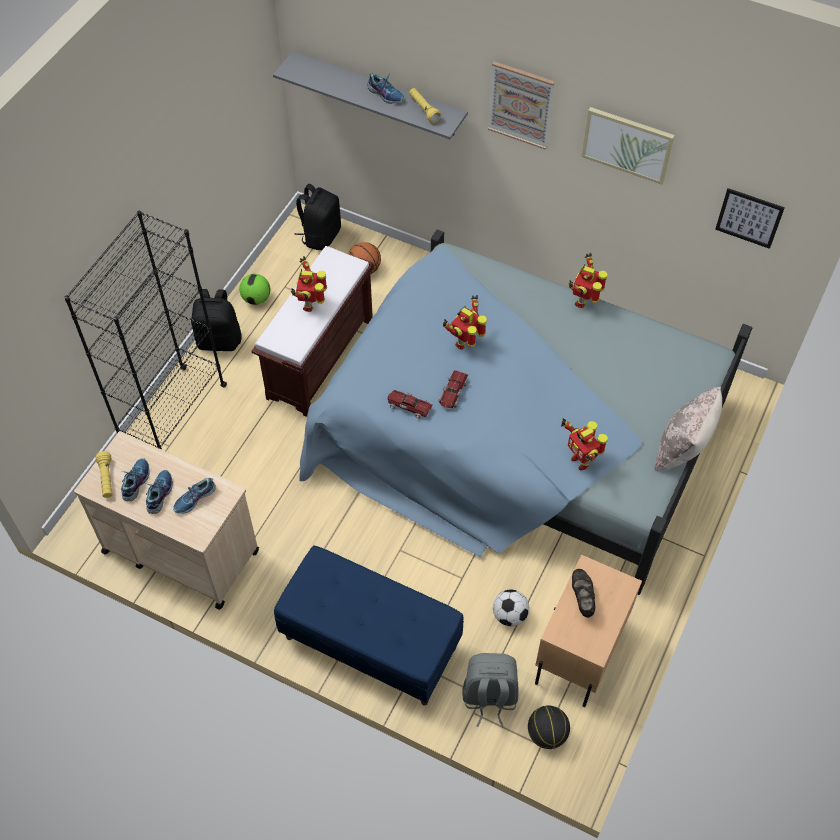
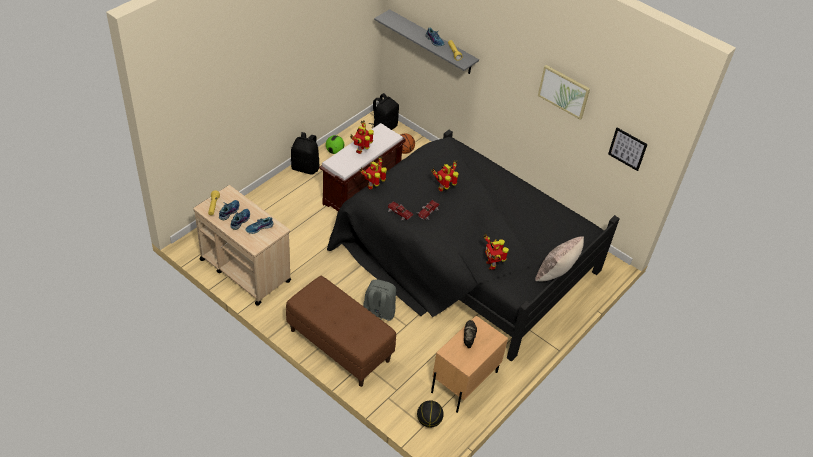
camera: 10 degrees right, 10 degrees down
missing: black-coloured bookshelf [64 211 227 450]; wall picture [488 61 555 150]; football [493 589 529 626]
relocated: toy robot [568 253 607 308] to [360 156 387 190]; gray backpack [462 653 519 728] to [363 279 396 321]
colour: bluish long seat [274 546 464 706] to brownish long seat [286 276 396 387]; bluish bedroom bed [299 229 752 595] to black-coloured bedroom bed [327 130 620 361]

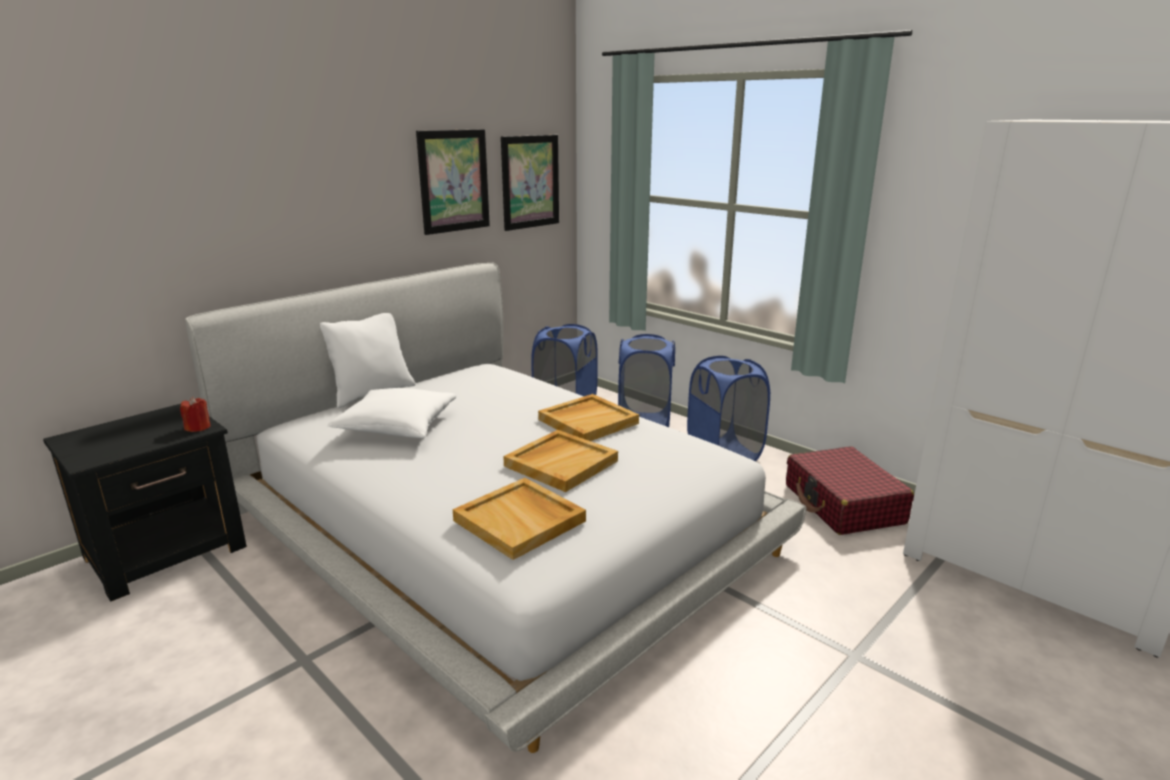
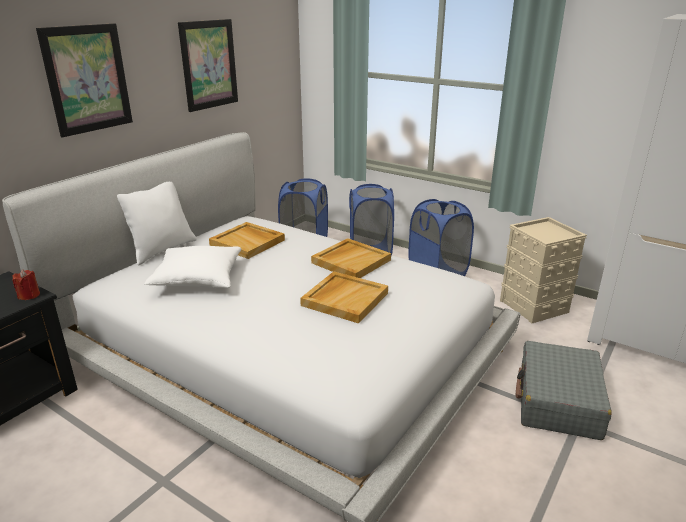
camera: 10 degrees left, 5 degrees up
appeared: gray suitcase [515 341 612 440]
relocated: wall picture [501 135 559 231] to [36 23 133 137]; sand-coloured carrying tray [453 478 586 560] to [209 222 285 259]
exchanged: red-coloured suitcase [786 446 914 535] to sand-coloured storage box [500 217 587 323]

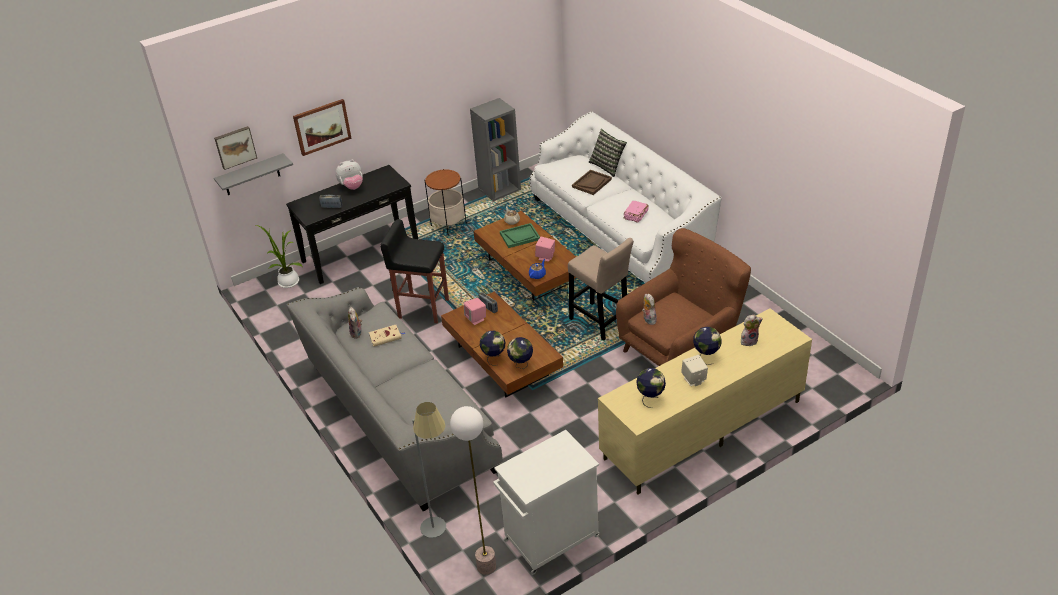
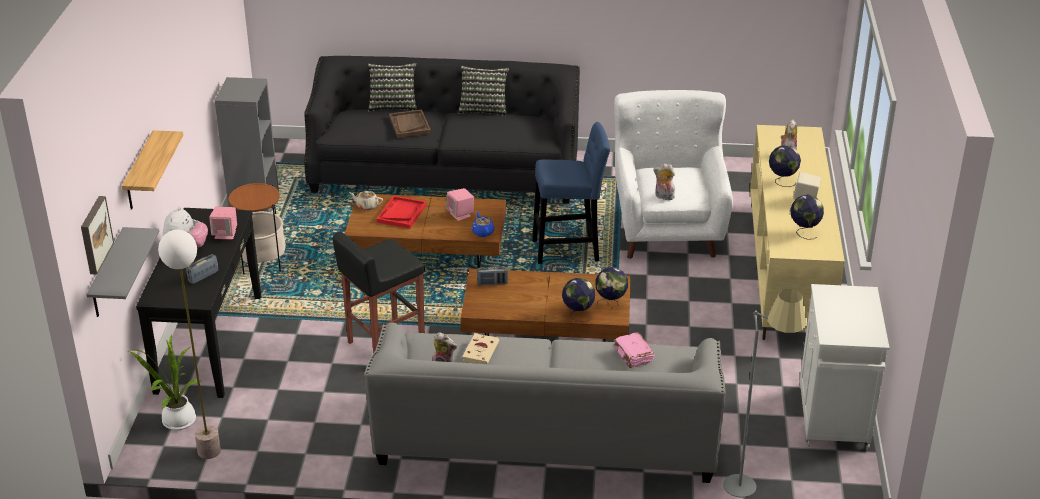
camera: 55 degrees left, 5 degrees down
appeared: cushion [458 66 509 116]
relocated: standing lamp [450 406 496 575] to [158 230 221 459]; pink-coloured speaker [464 298 486 325] to [209 207 237 240]; pink-coloured bound book [624 201 649 223] to [614 332 654 368]
exchanged: wall picture [293 99 352 156] to wall shelf [122 130 183 209]
colour: white couch [530 112 722 283] to black-coloured couch [304 56 580 204]; green carrying tray [500 223 540 248] to red-coloured carrying tray [377 196 427 229]; sand-coloured sitting stool [568 238 634 341] to bluish sitting stool [532 122 610 264]; brownish easy chair [616 228 751 366] to white easy chair [614 90 733 259]

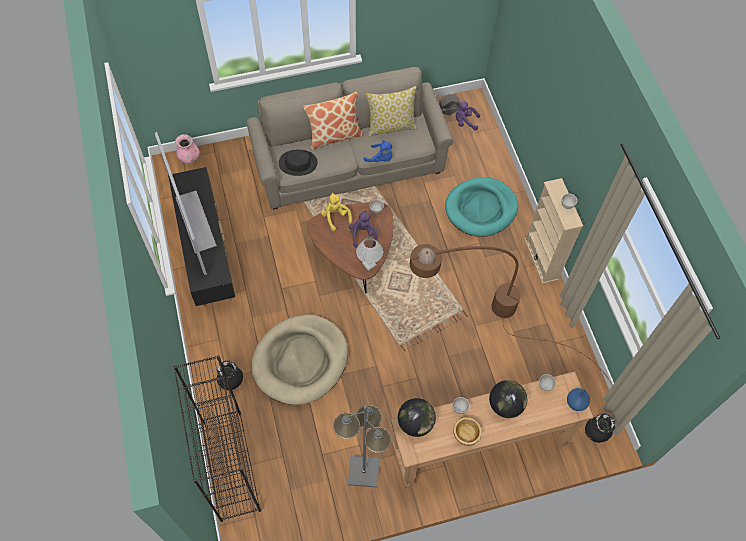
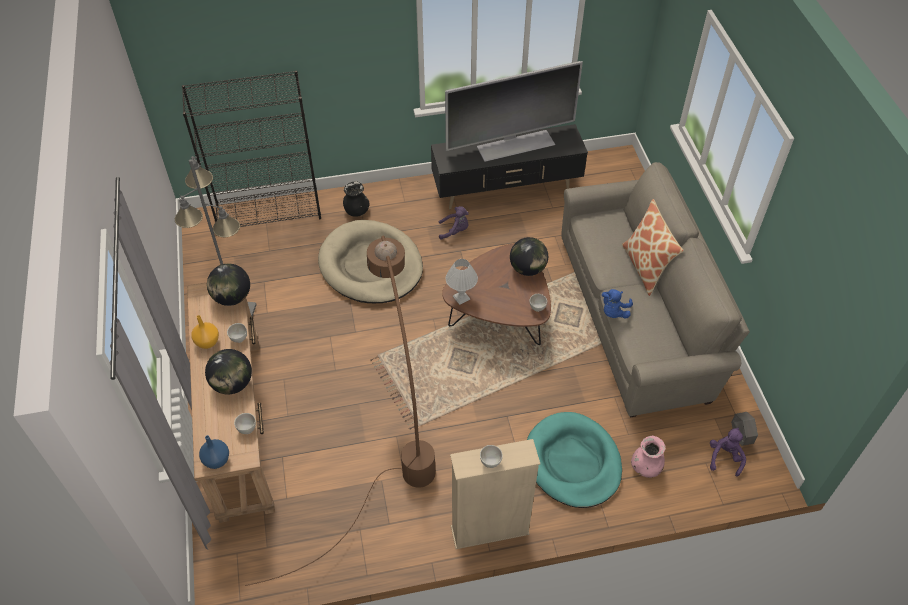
camera: 95 degrees right, 10 degrees down
missing: black-coloured wearable hat [279 150 317 176]; cushion [366 86 417 137]; black-coloured decorative vase [585 414 615 443]
relocated: purplish cuddly toy [349 210 378 247] to [439 206 469 240]; pink-coloured decorative vase [175 134 200 164] to [631 436 665 478]
exchanged: deep dish [453 417 482 446] to orangey decorative vase [191 315 219 349]; yellow cuddly toy [321 193 352 231] to globe [510 237 548 276]

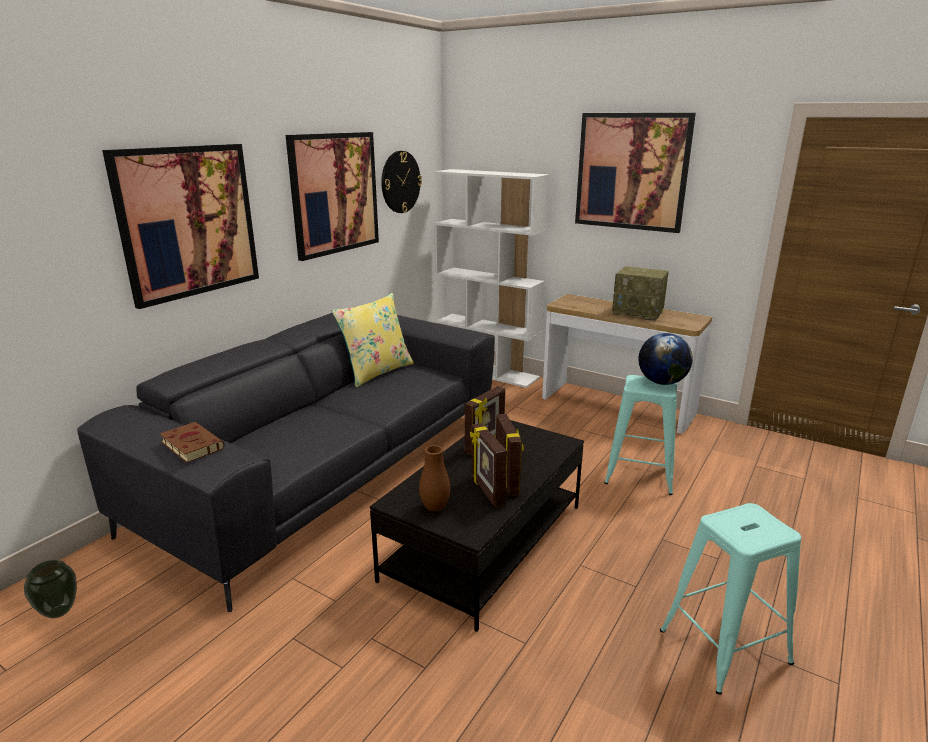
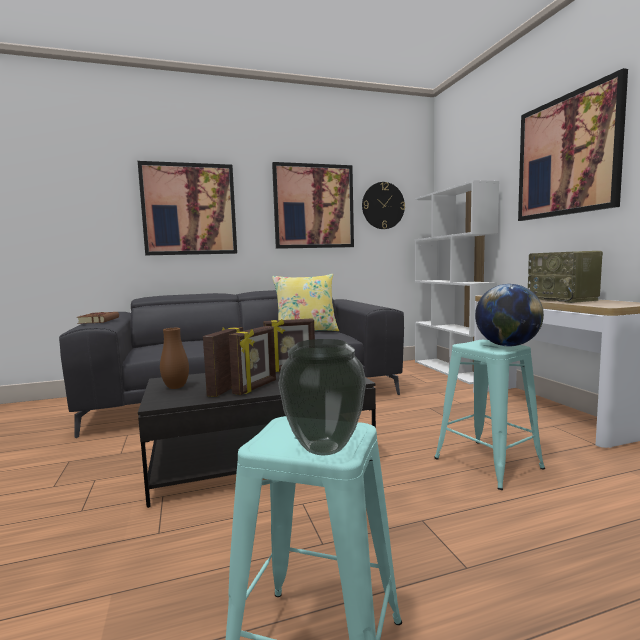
camera: 40 degrees right, 15 degrees down
relocated: decorative vase [24 560 77 618] to [279 339 366 455]

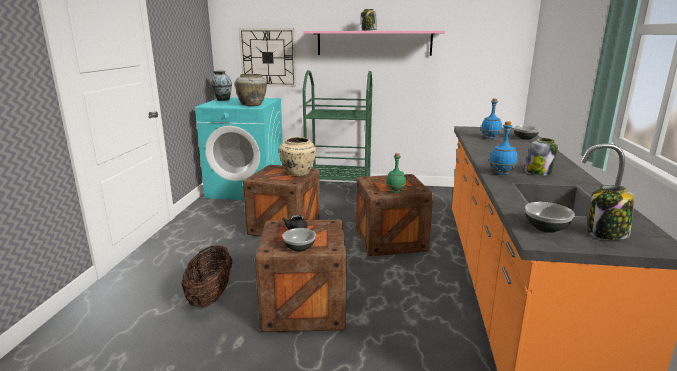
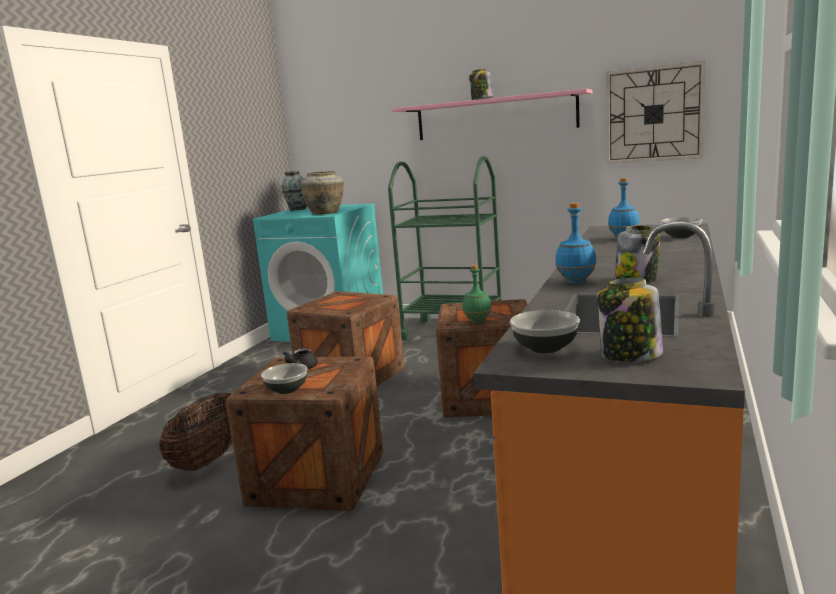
camera: 15 degrees right, 5 degrees down
missing: sand-coloured decorative vase [279 137 316 176]
relocated: wall clock [239 28 296 87] to [606 61 705 164]

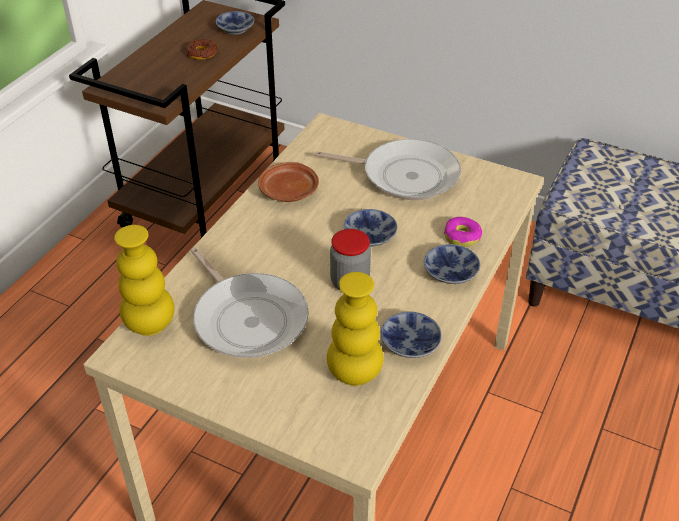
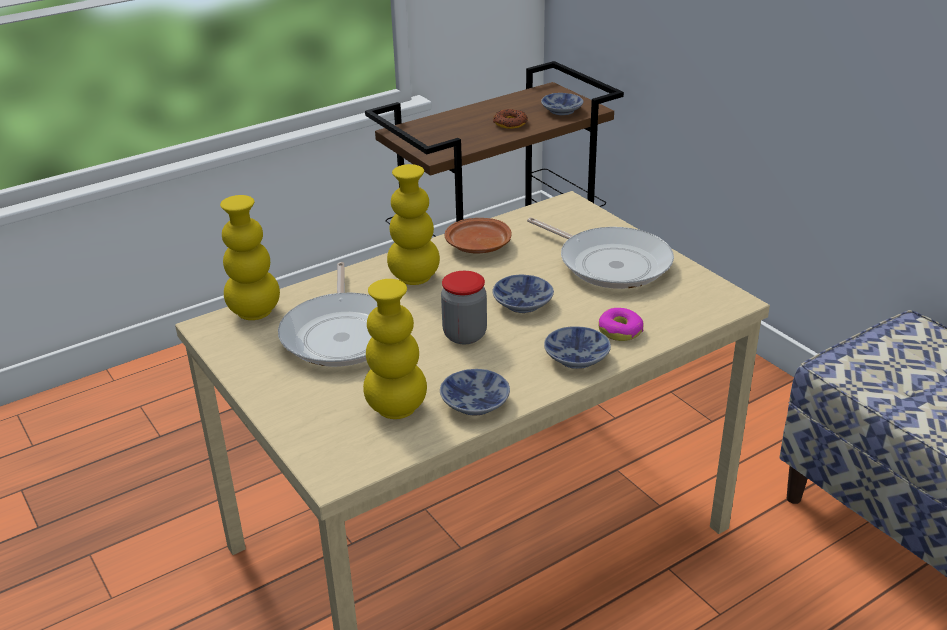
camera: 30 degrees right, 10 degrees down
appeared: yellow decorative vase [387 164 440 285]

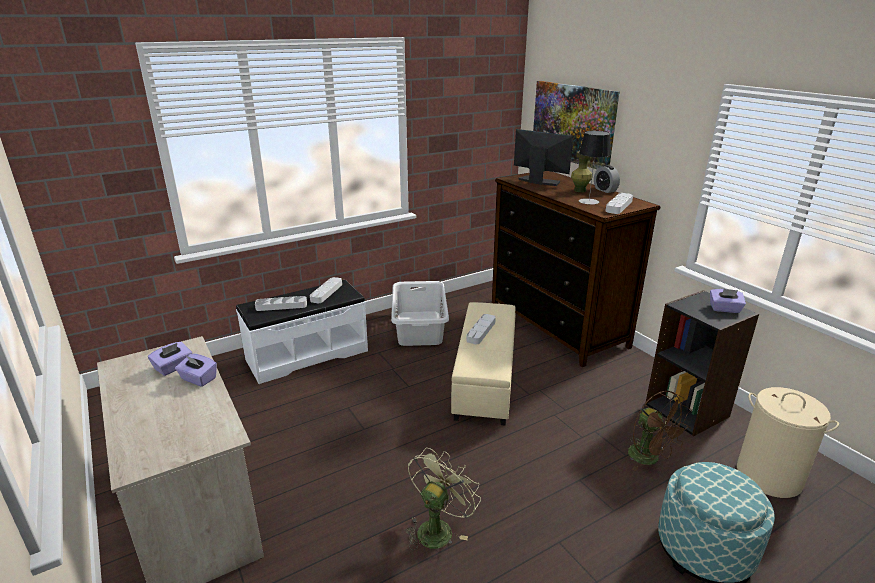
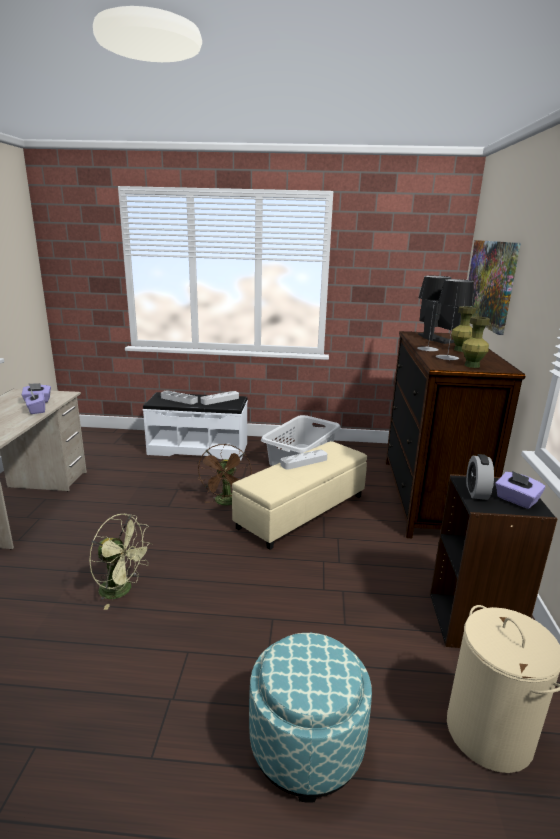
camera: 35 degrees right, 5 degrees down
appeared: table lamp [417 276 451 351]
relocated: brownish fan [628 391 692 471] to [198 444 252 505]; table clock [594 165 620 193] to [466 454 494 500]
exchanged: gray carrying tray [605 193 633 214] to green decorative vase [462 317 490 368]
spun: green fan [406 448 481 550] = [89 514 153 610] 45 degrees clockwise

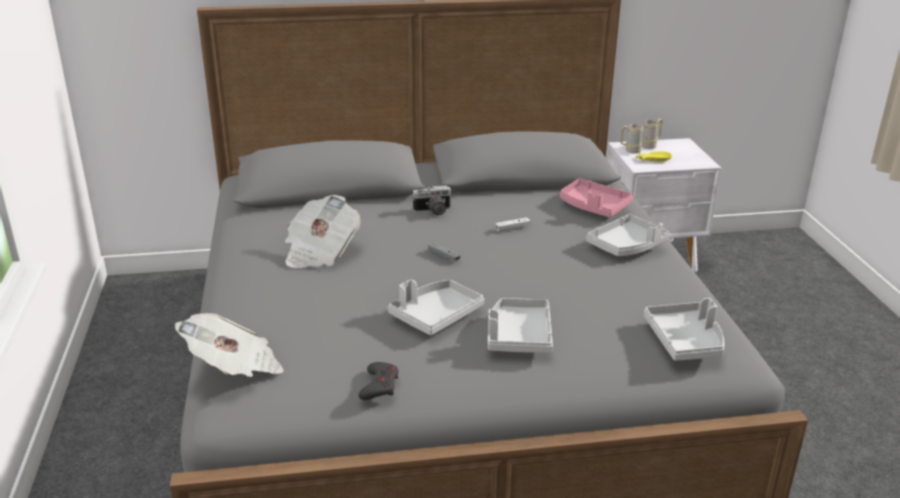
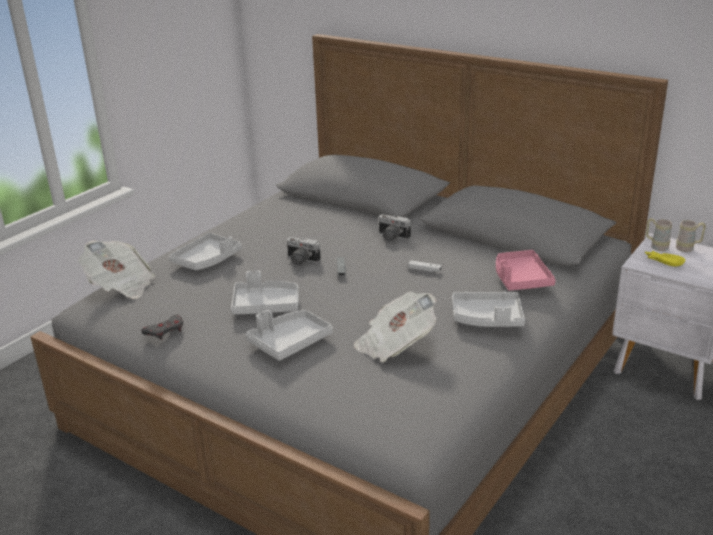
camera: 45 degrees right, 0 degrees up
appeared: still camera [286 237 321 265]
relocated: gray carrying tray [644 298 725 361] to [169 233 242 270]; daily paper [285 195 361 268] to [354 291 437 362]

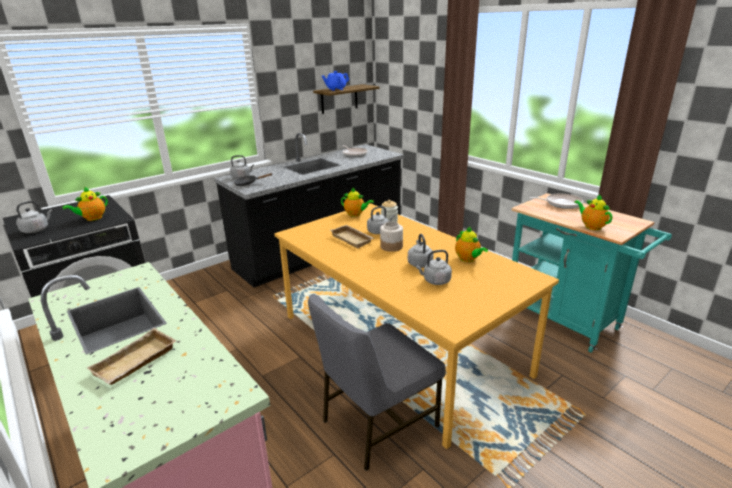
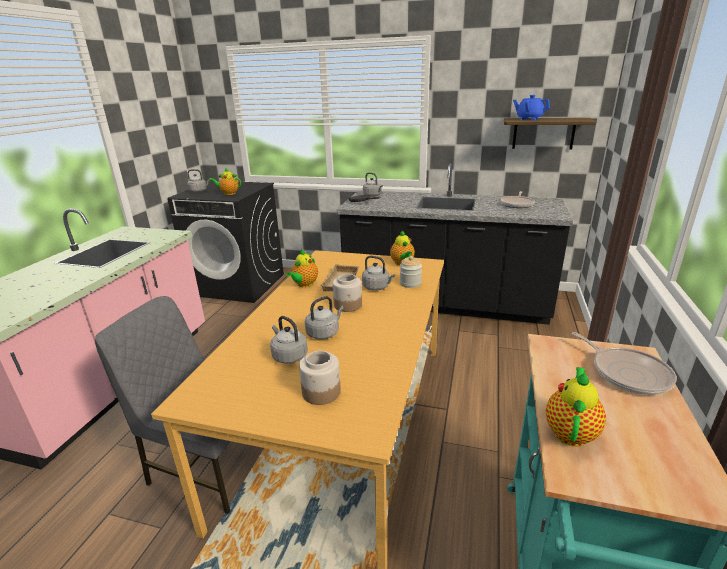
camera: 55 degrees right, 0 degrees up
missing: sand-coloured carrying tray [87 328 177 385]
appeared: storage jar [299 350 341 405]
relocated: pot for tea [455 227 488 262] to [286 249 318 287]

